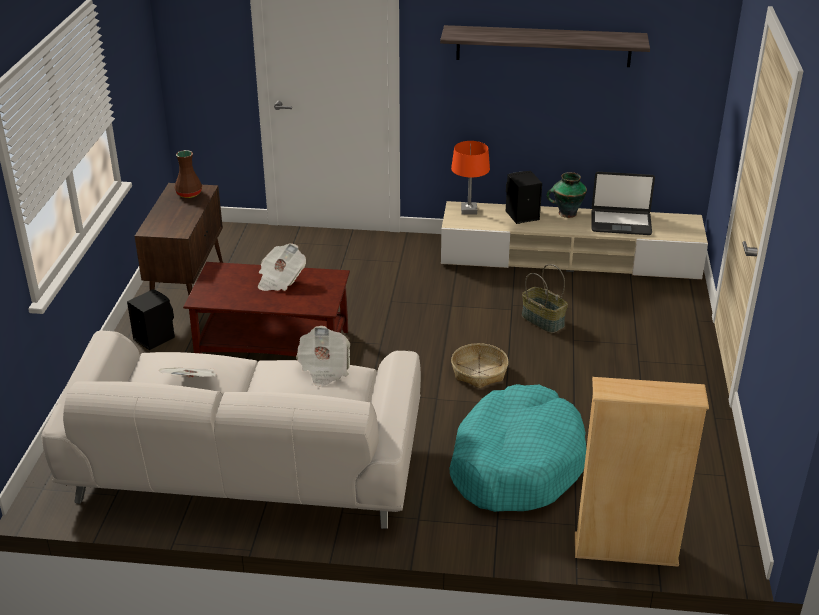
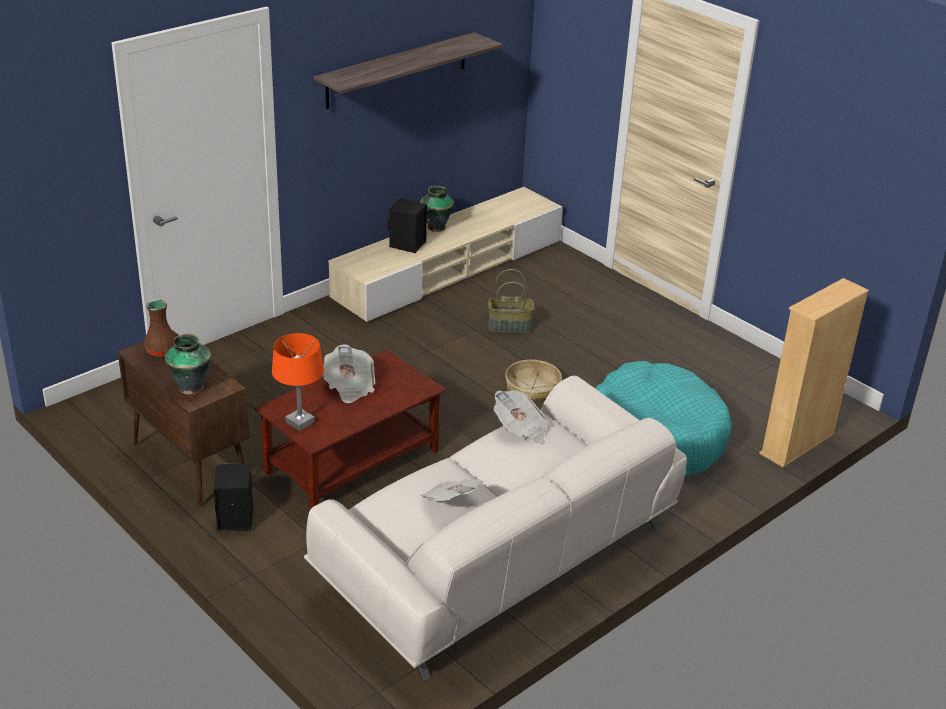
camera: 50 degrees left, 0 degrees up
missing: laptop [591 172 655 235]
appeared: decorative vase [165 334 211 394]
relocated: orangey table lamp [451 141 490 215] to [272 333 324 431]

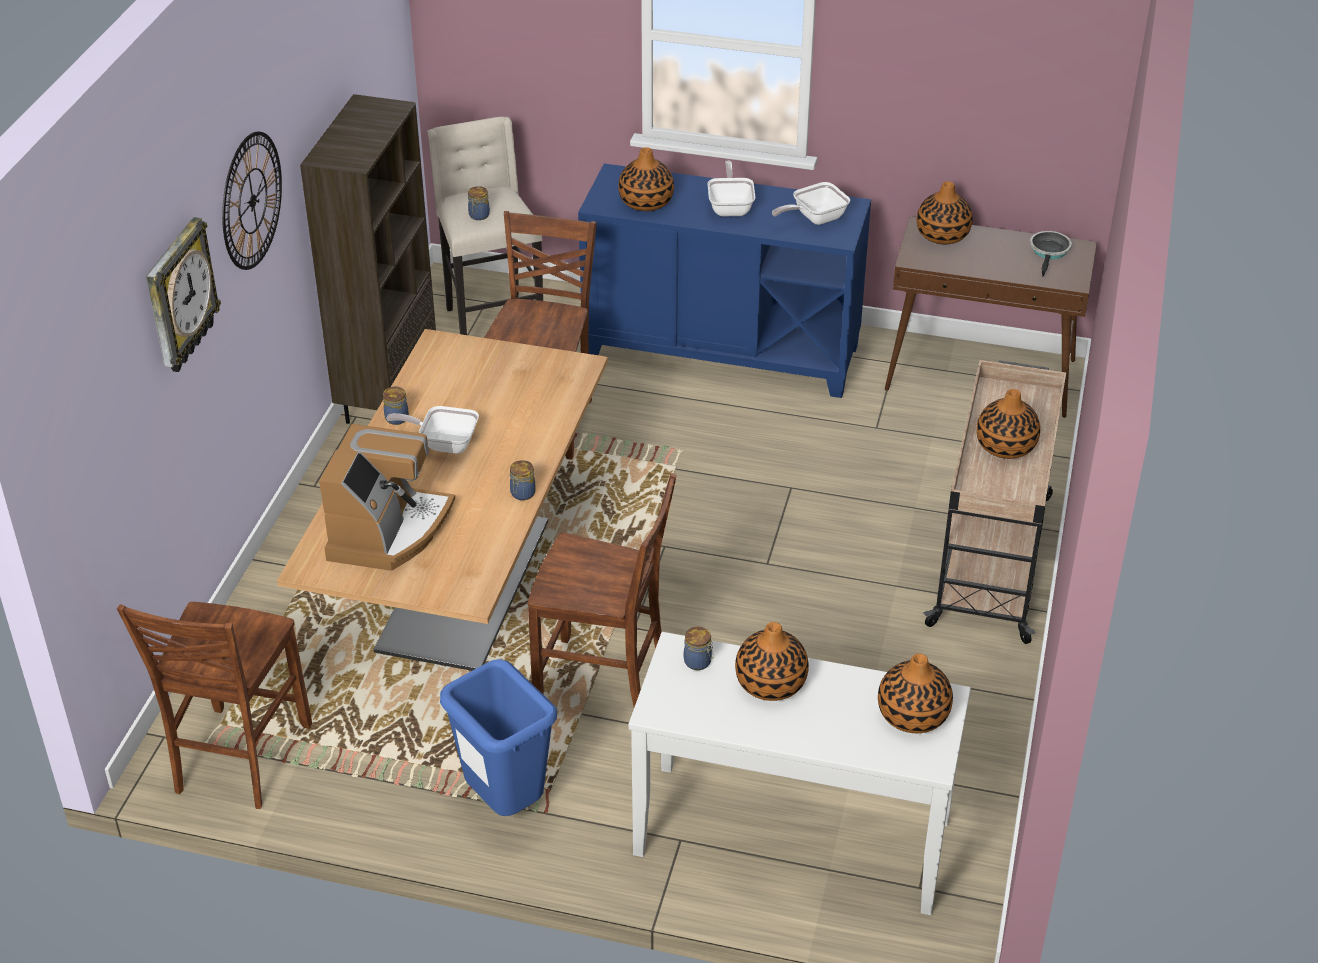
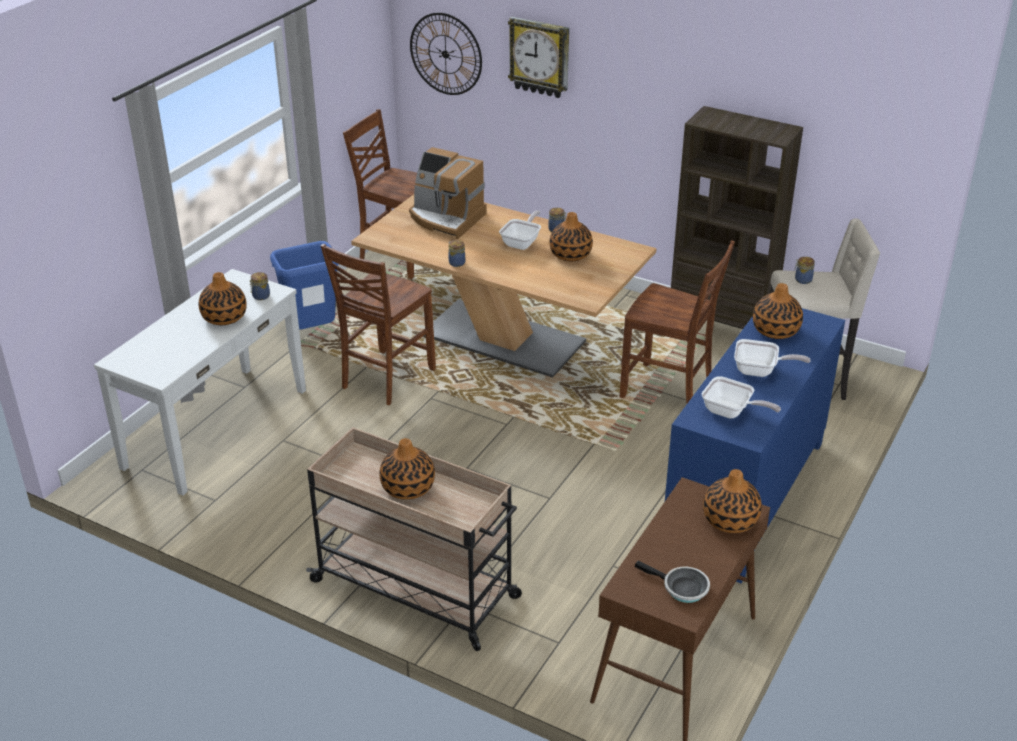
camera: 105 degrees right, 5 degrees down
relocated: wall clock [222 131 282 270] to [410 13 482 95]; decorative vase [878 653 953 733] to [550 212 593 261]
spun: skillet [772 182 850 225] = [702 376 781 419] 135 degrees clockwise

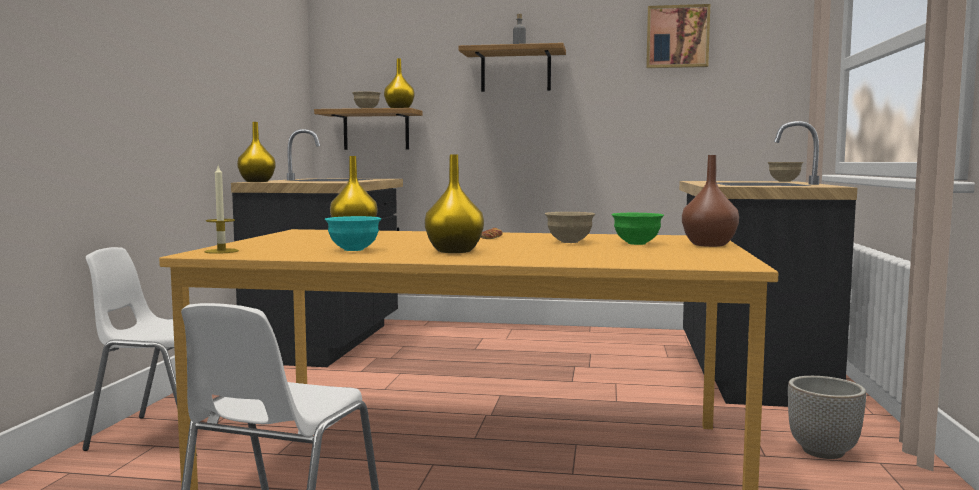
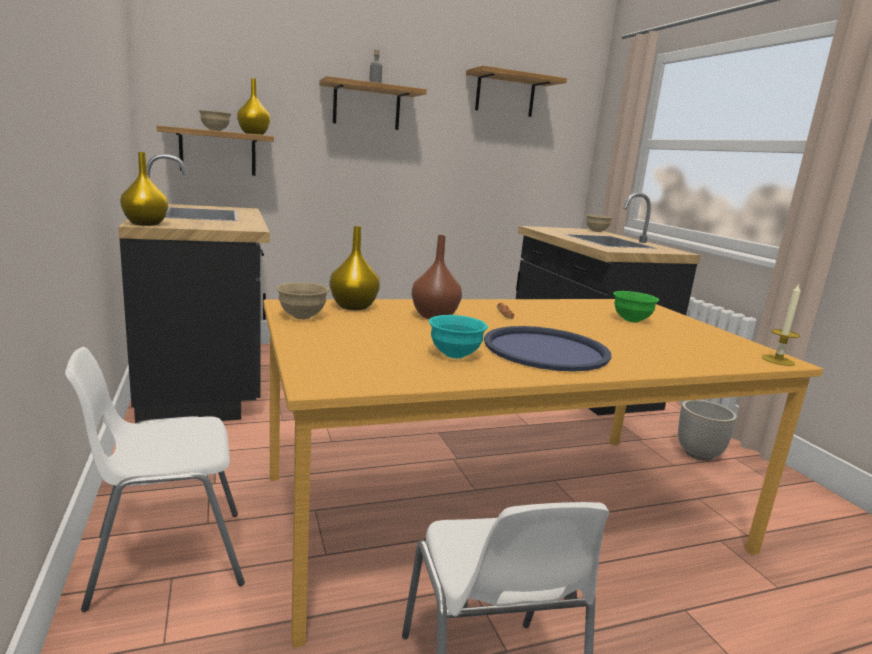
camera: 30 degrees left, 10 degrees up
relocated: sand-coloured deep dish [545 212 595 243] to [276 283 329 319]; brownish decorative vase [682 155 739 247] to [412 235 462 319]; wax candle [204 166 239 254] to [762 284 801 366]
exchanged: wall picture [646 4 710 68] to wall shelf [466 65 567 117]; yellow decorative vase [425 154 484 253] to bluish carrying tray [484 326 611 372]

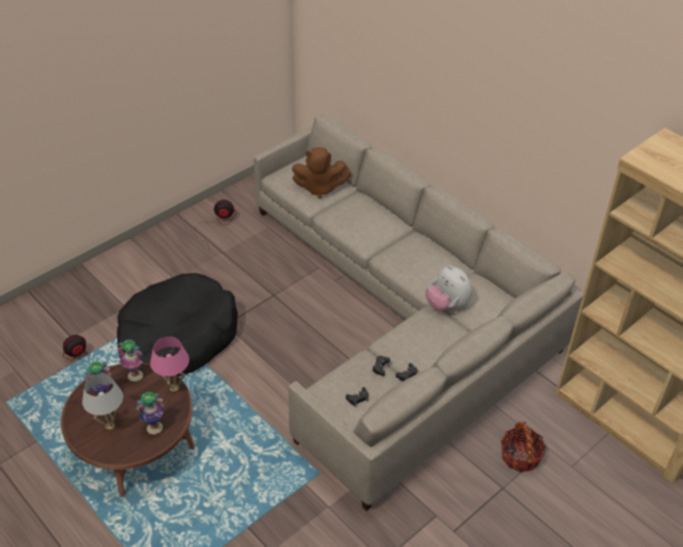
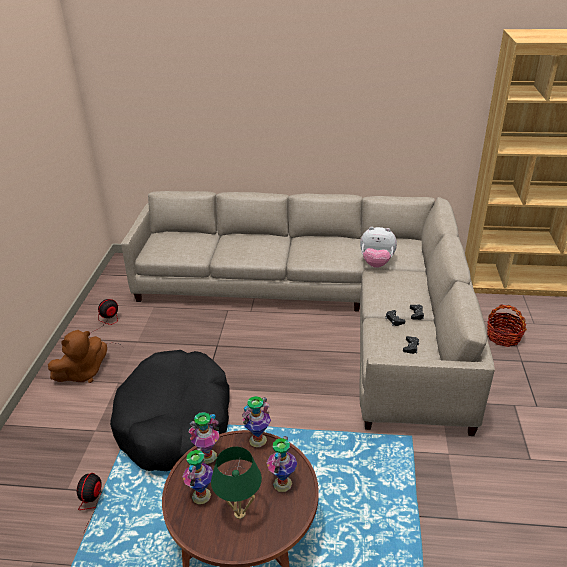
camera: 40 degrees left, 10 degrees down
relocated: brownish cuddly toy [292 147 351 199] to [48 330 107 383]
exchanged: pink-coloured table lamp [150 336 189 392] to decorative vase [242 396 271 447]
colour: white table lamp [82 374 123 430] to green table lamp [211 447 262 519]

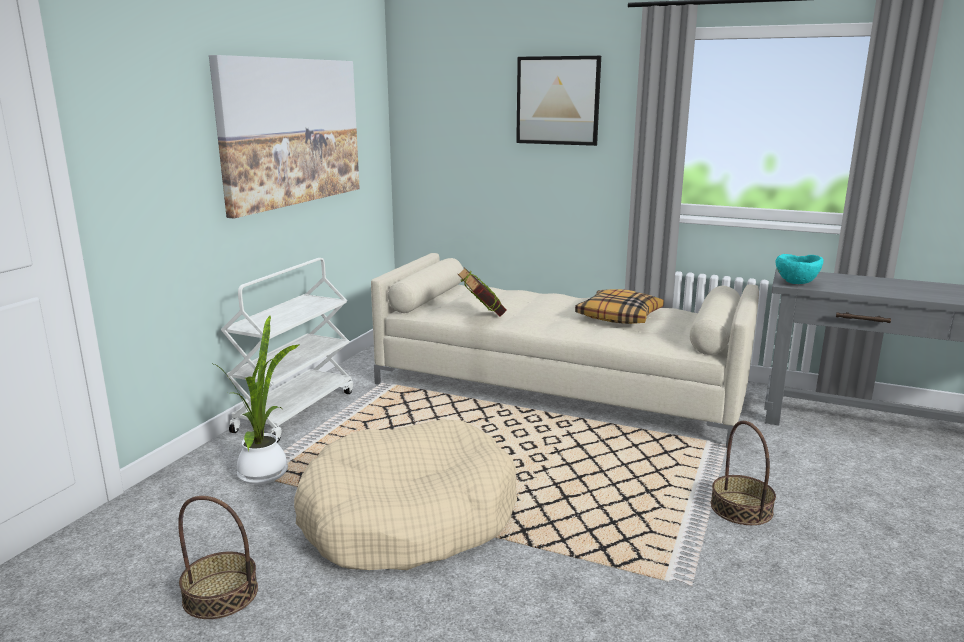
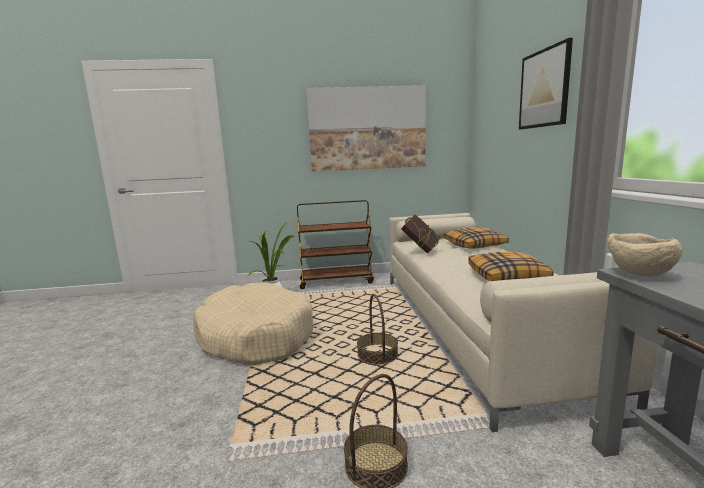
camera: 60 degrees right, 5 degrees down
appeared: cushion [444 227 509 248]
relocated: household basket [178 496 258 619] to [357 294 398 365]
colour: white trolley [221 258 353 442] to brownish trolley [297 200 374 289]; turquoise-coloured deep dish [775 254 824 284] to sand-coloured deep dish [607 233 682 277]

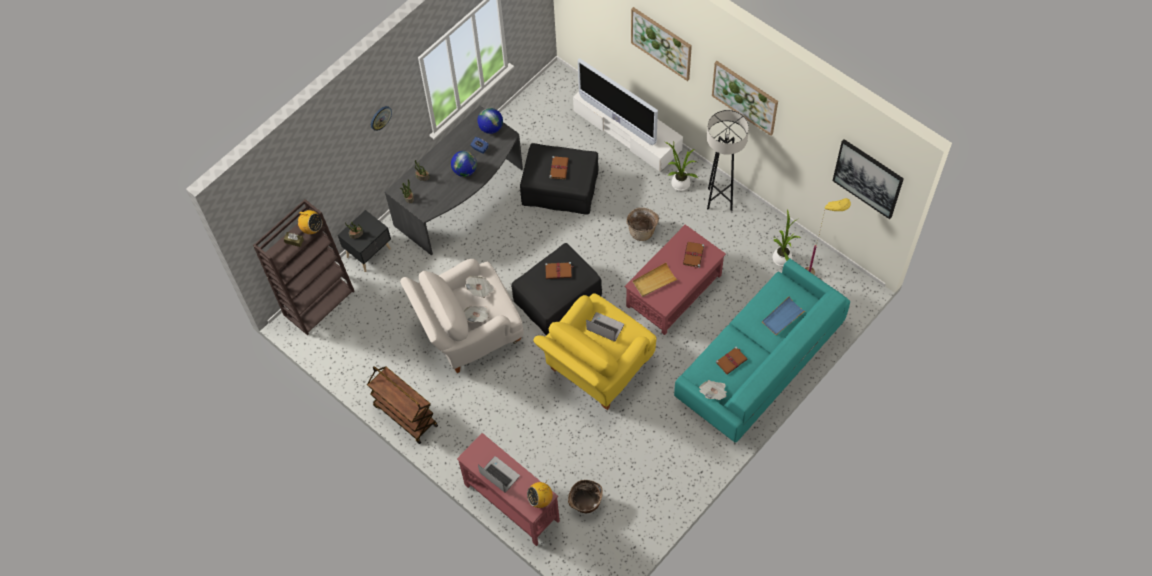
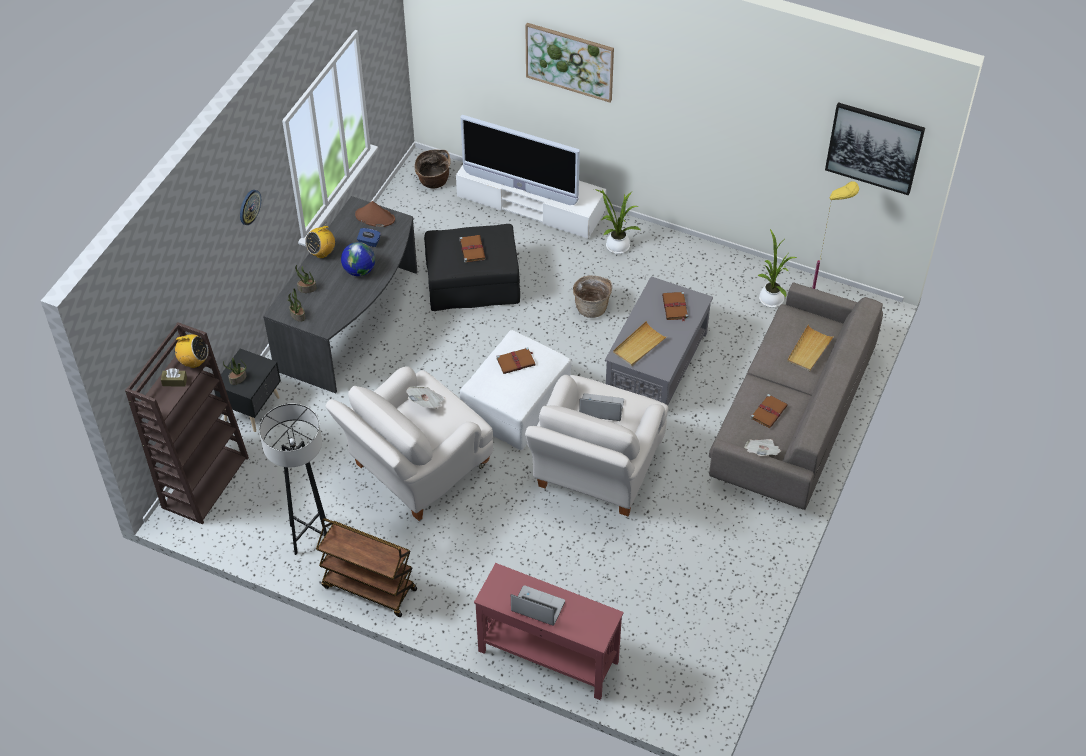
camera: 20 degrees left, 10 degrees down
missing: daily paper [464 306 489 323]; wall picture [712 61 778 136]
relocated: gray standing lamp [707 110 749 211] to [259 404 327 555]; radio [527 479 553 508] to [305 226 335 258]; household basket [568 480 603 513] to [414 149 451 188]
exchanged: globe [477 108 503 134] to brownish wearable hat [355 201 395 227]
colour: black-coloured ottoman [511 243 602 335] to white ottoman [460 330 571 450]; yellow easy chair [533 293 656 410] to white easy chair [525 375 668 516]; red-coloured lounge table [625 225 726 335] to gray lounge table [605 276 713 406]; turquoise-coloured couch [674 258 850 443] to gray couch [709 282 883 510]; bluish carrying tray [762 296 805 335] to sand-coloured carrying tray [787 324 834 371]

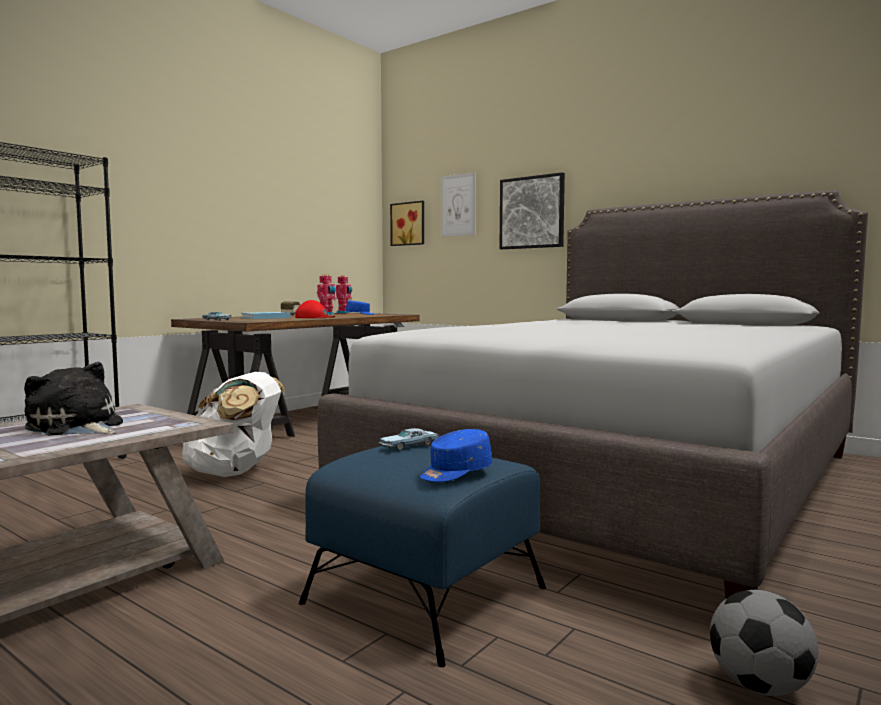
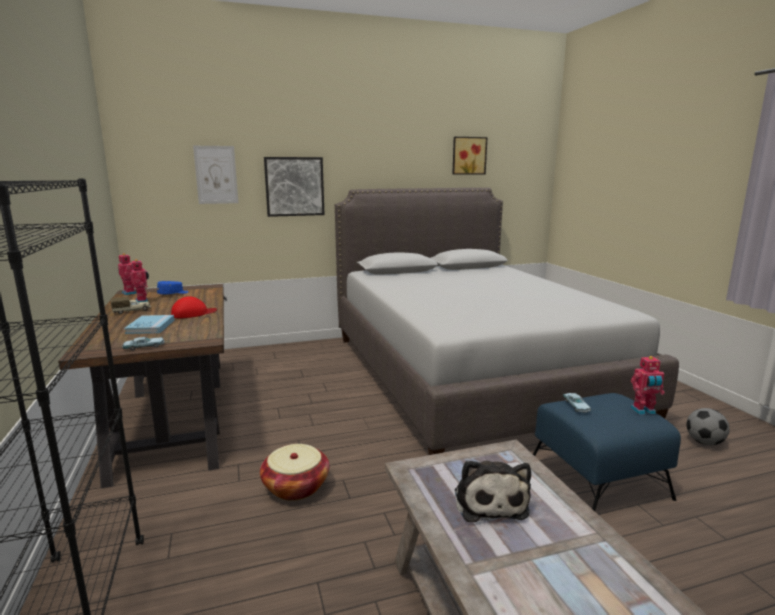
camera: 55 degrees left, 10 degrees up
relocated: wall picture [390 201 424 246] to [452 137 487 175]
exchanged: white backpack [182 372 285 477] to household basket [260 444 329 501]; bluish cap [420 429 492 482] to toy robot [630 356 664 415]
spun: cuddly toy [24 362 123 435] = [455 460 531 522] 75 degrees counterclockwise

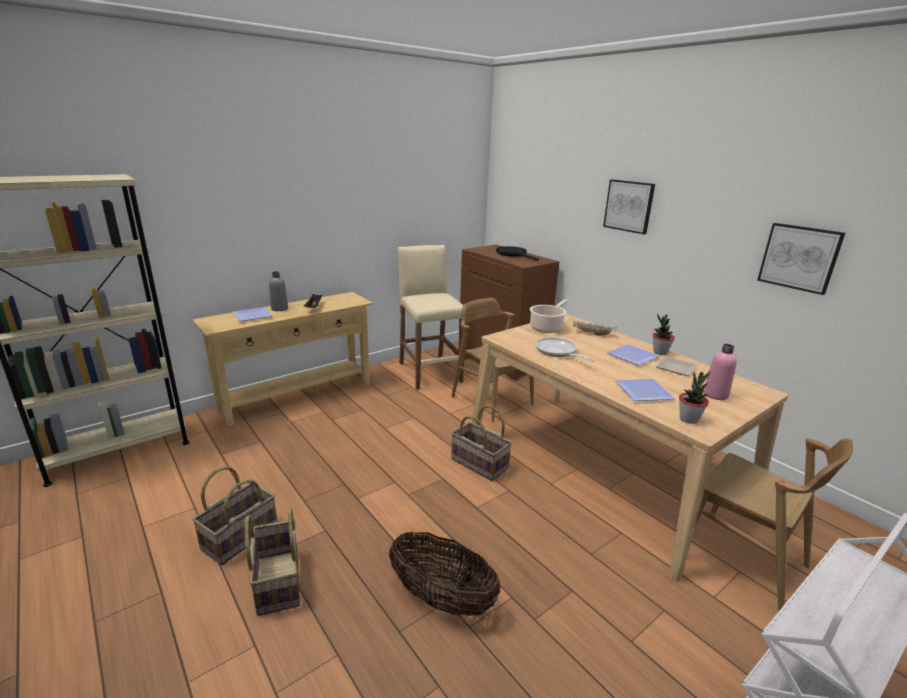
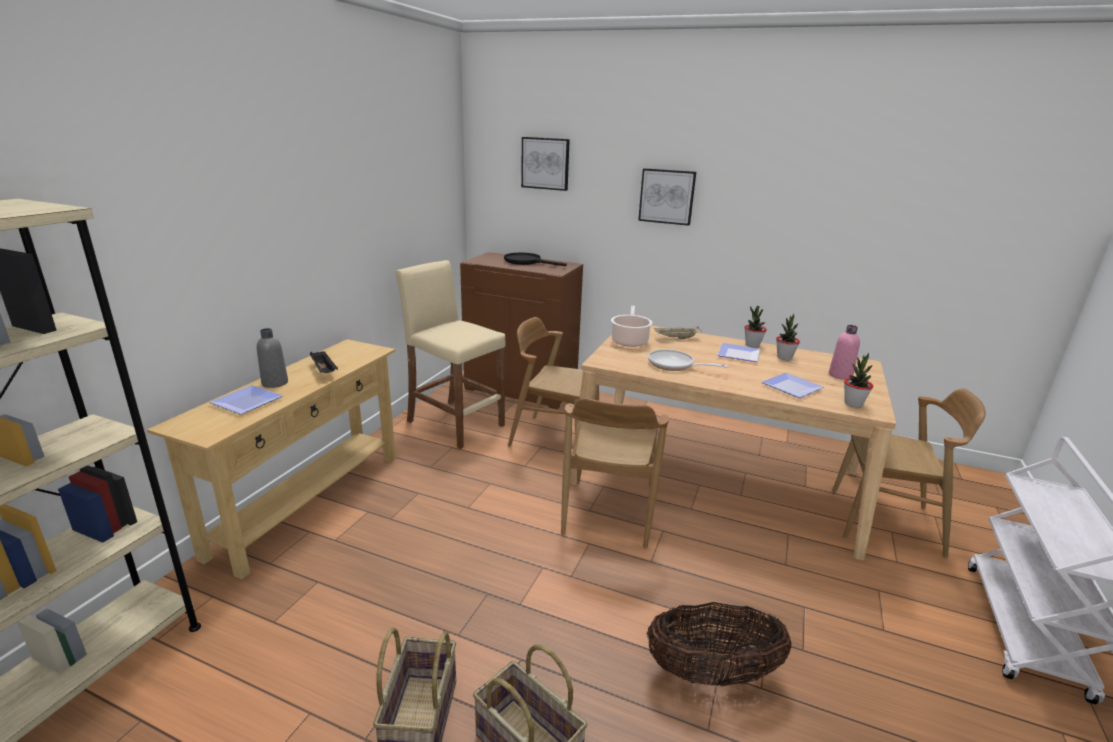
camera: 30 degrees left, 0 degrees up
relocated: wall picture [757 223 845 295] to [521 137 570 191]
exchanged: household basket [451 405 512 481] to brownish upright chair [561 398 669 549]; plate [656 357 698 376] to plant in a pot [776 314 800 360]

